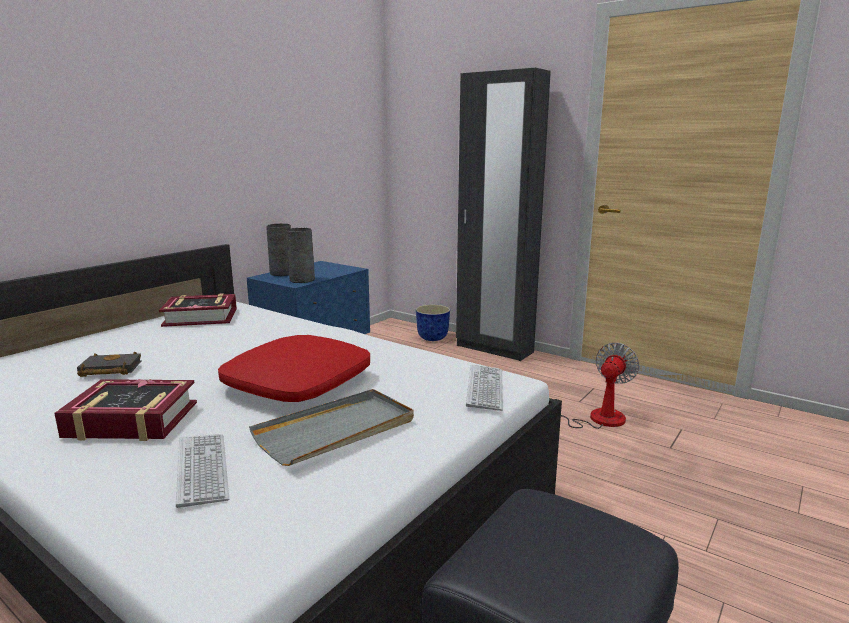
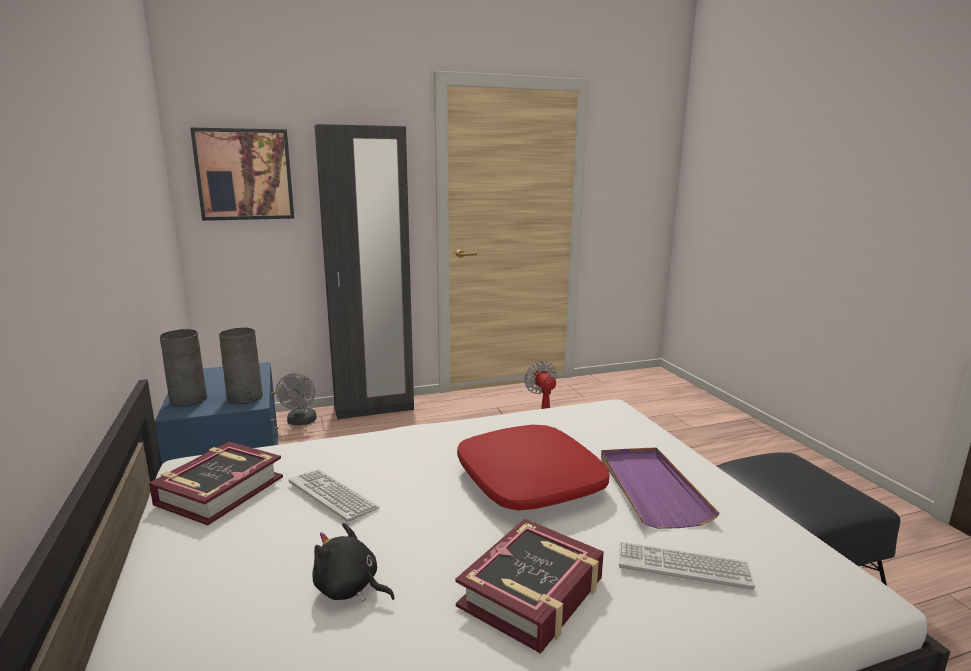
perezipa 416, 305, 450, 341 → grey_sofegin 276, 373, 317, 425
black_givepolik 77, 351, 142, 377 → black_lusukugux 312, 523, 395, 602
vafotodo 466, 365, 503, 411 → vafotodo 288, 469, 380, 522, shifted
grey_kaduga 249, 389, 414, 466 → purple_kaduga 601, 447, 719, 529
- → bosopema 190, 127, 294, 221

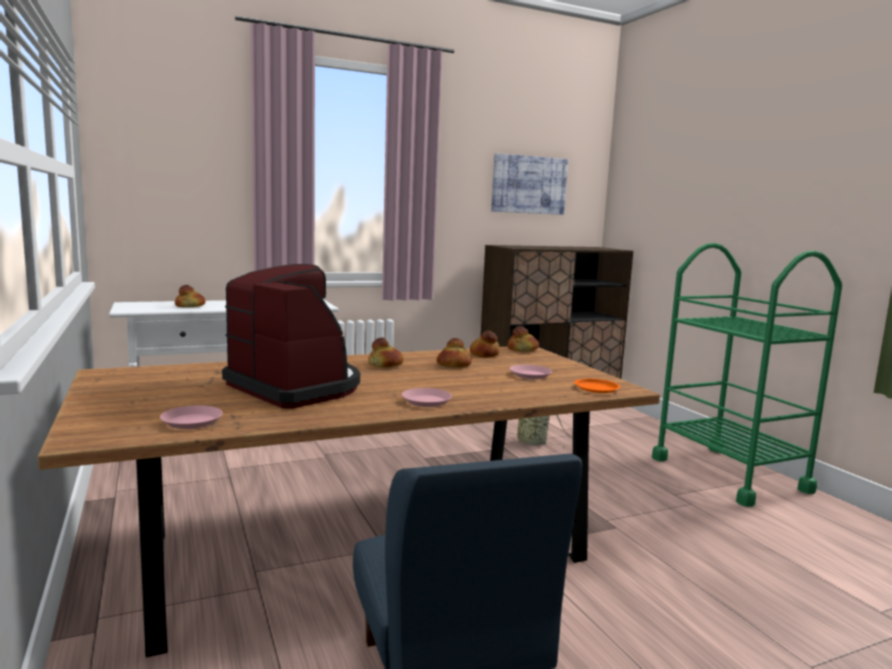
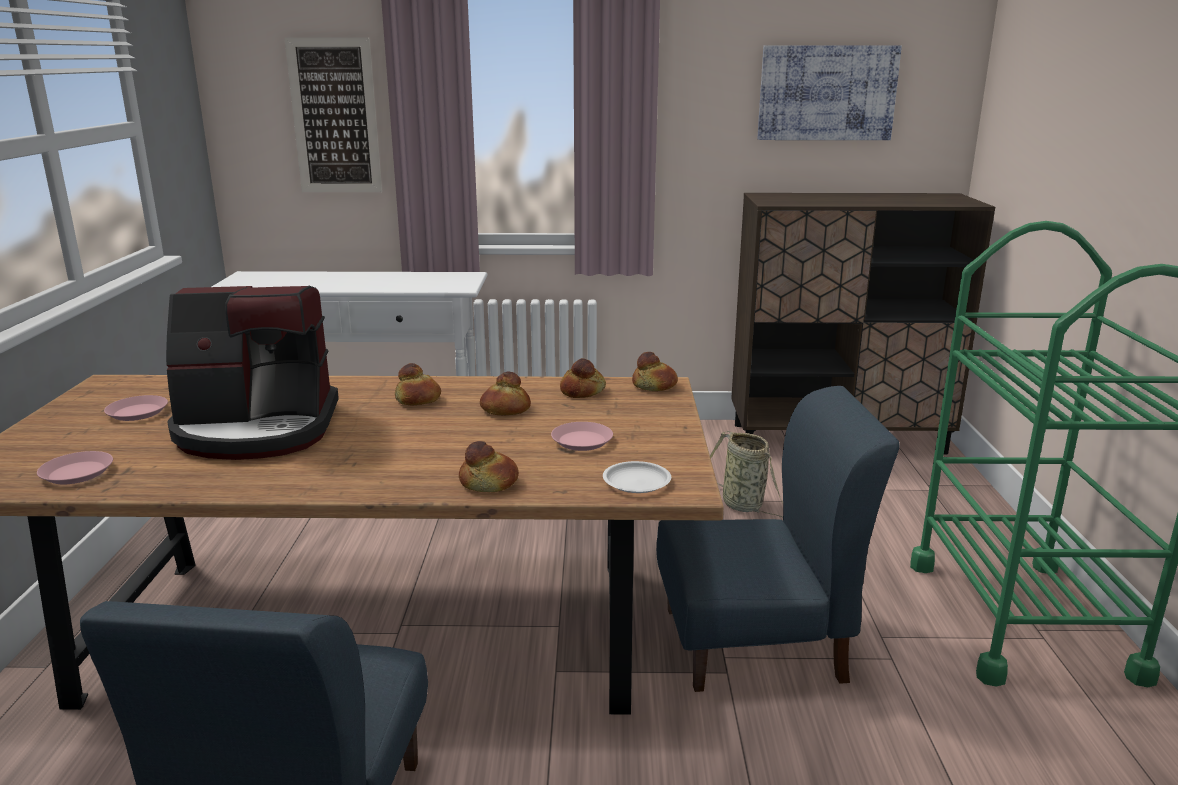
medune 222, 264, 360, 409 → medune 166, 286, 339, 460, 105 degrees clockwise
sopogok 175, 285, 206, 307 → sopogok 459, 441, 519, 492, shifted
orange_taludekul 574, 379, 620, 393 → white_taludekul 603, 461, 671, 493
pink_taludekul 402, 388, 452, 407 → pink_taludekul 104, 395, 168, 421, shifted
- → bosopema 284, 37, 382, 192
- → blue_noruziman 656, 386, 899, 692

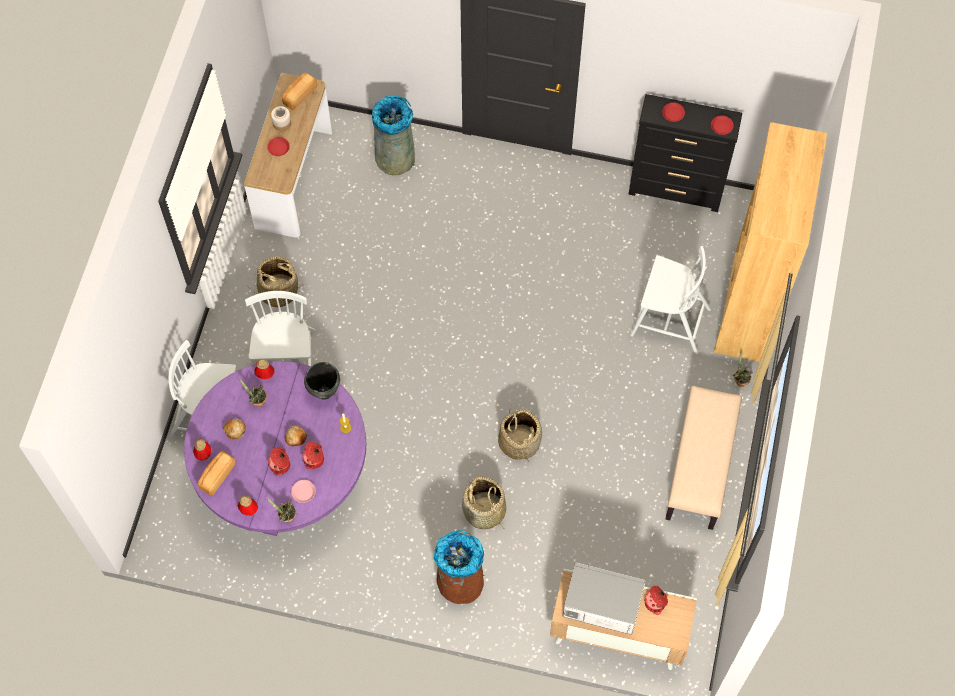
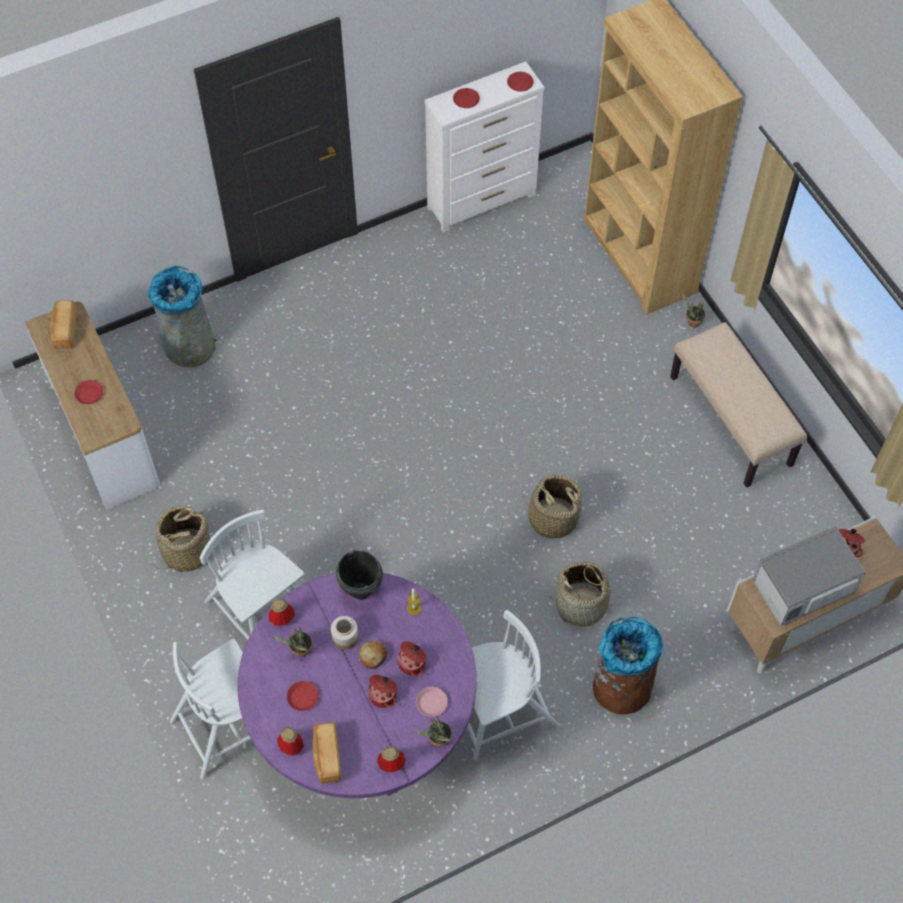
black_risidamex 629, 94, 742, 212 → white_risidamex 424, 61, 544, 233
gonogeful 271, 106, 291, 131 → gonogeful 331, 616, 359, 650, shifted
white_noruziman 630, 246, 711, 354 → white_noruziman 467, 610, 560, 761, shifted
sopogok 223, 419, 246, 440 → red_taludekul 287, 681, 319, 711

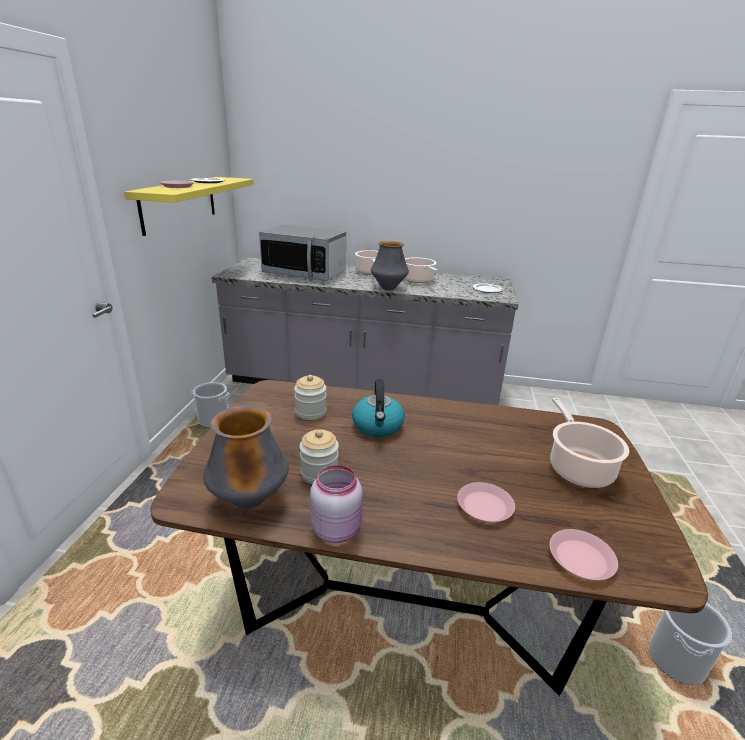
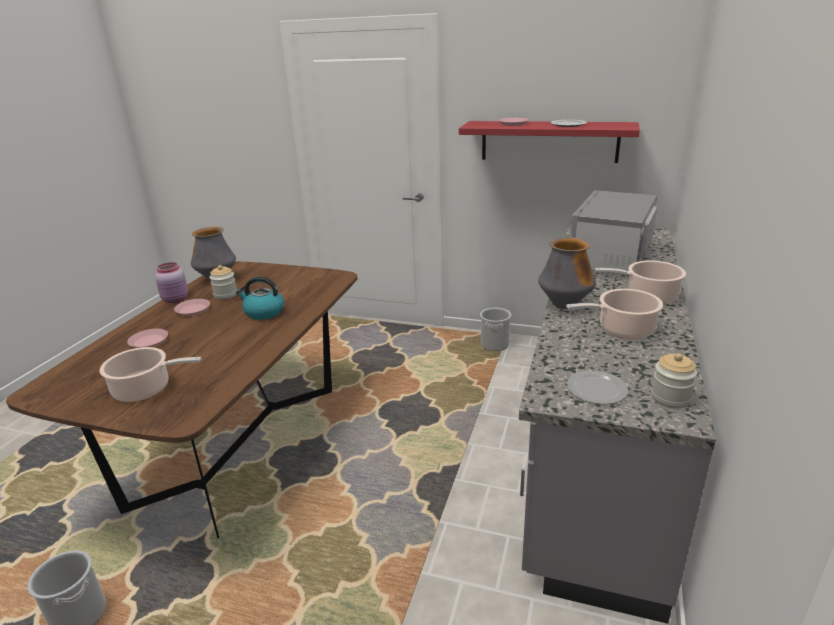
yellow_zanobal 124, 177, 254, 236 → red_zanobal 459, 121, 640, 163
gonogeful 294, 375, 327, 420 → gonogeful 651, 353, 697, 409, shifted
pink_taludekul 549, 529, 618, 580 → pink_taludekul 174, 299, 210, 316, shifted

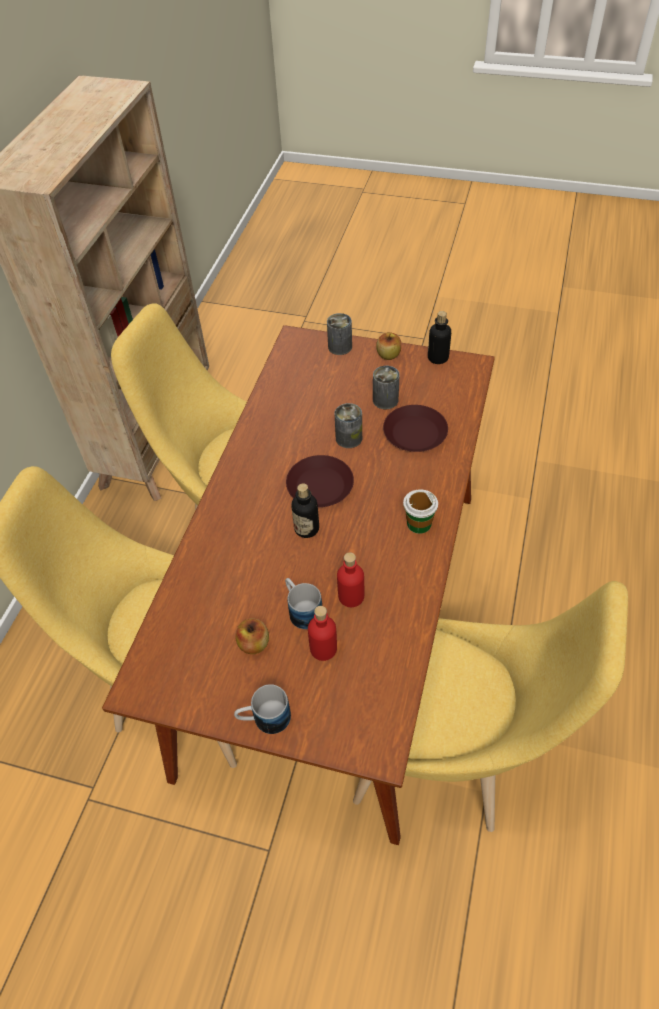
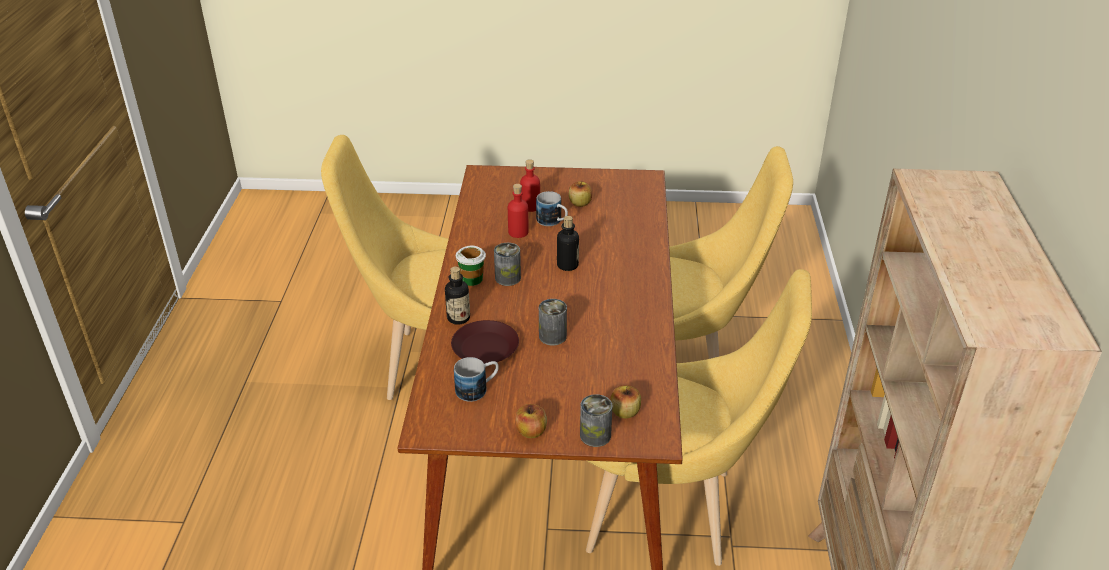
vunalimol 428, 311, 451, 364 → vunalimol 445, 266, 470, 325, shifted
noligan 373, 366, 400, 409 → noligan 494, 243, 521, 286, shifted
brown_taludekul 286, 455, 354, 507 → -
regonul 234, 684, 291, 734 → regonul 454, 357, 499, 402, shifted
- → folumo 610, 385, 641, 419

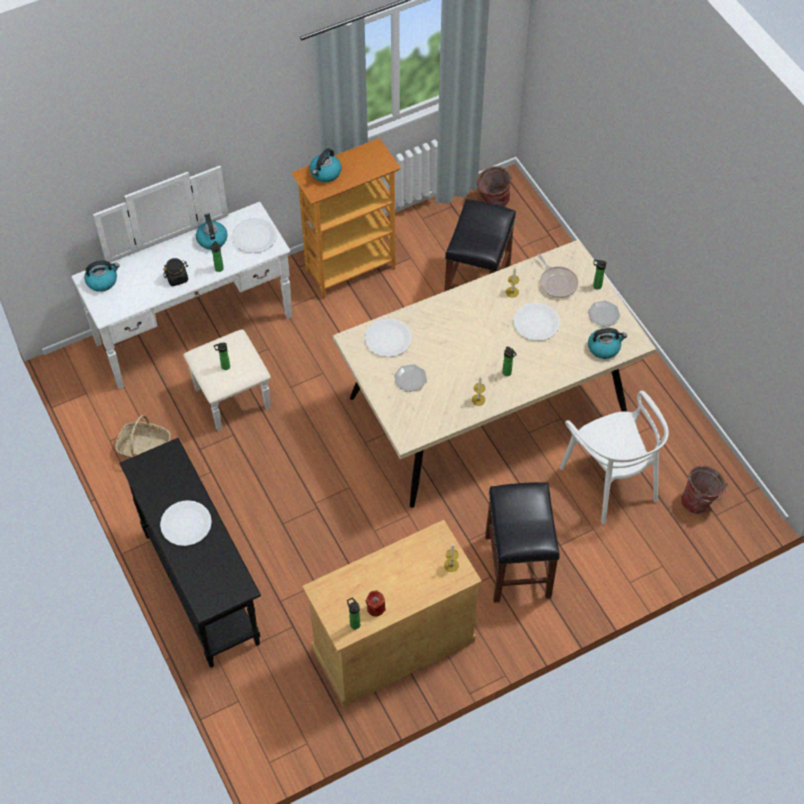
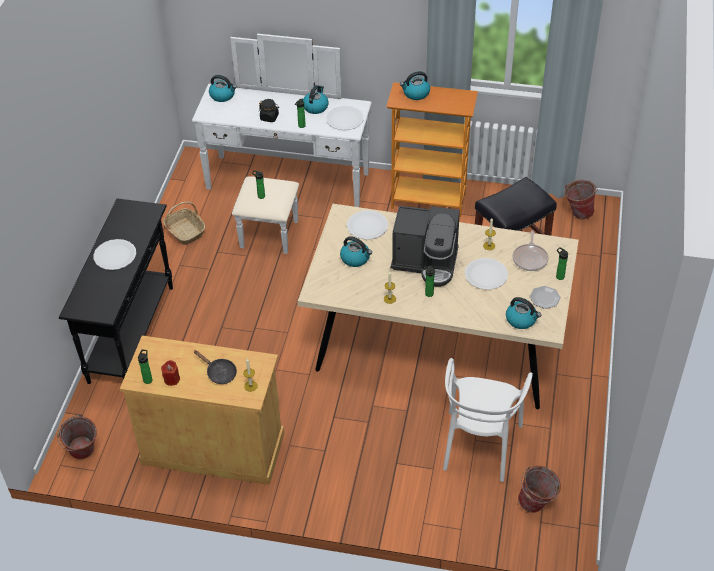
taludekul 394, 364, 427, 392 → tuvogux 340, 236, 372, 267
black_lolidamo 485, 482, 560, 603 → -
- → medune 391, 206, 460, 287
- → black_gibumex 194, 350, 237, 384
- → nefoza 57, 414, 97, 459

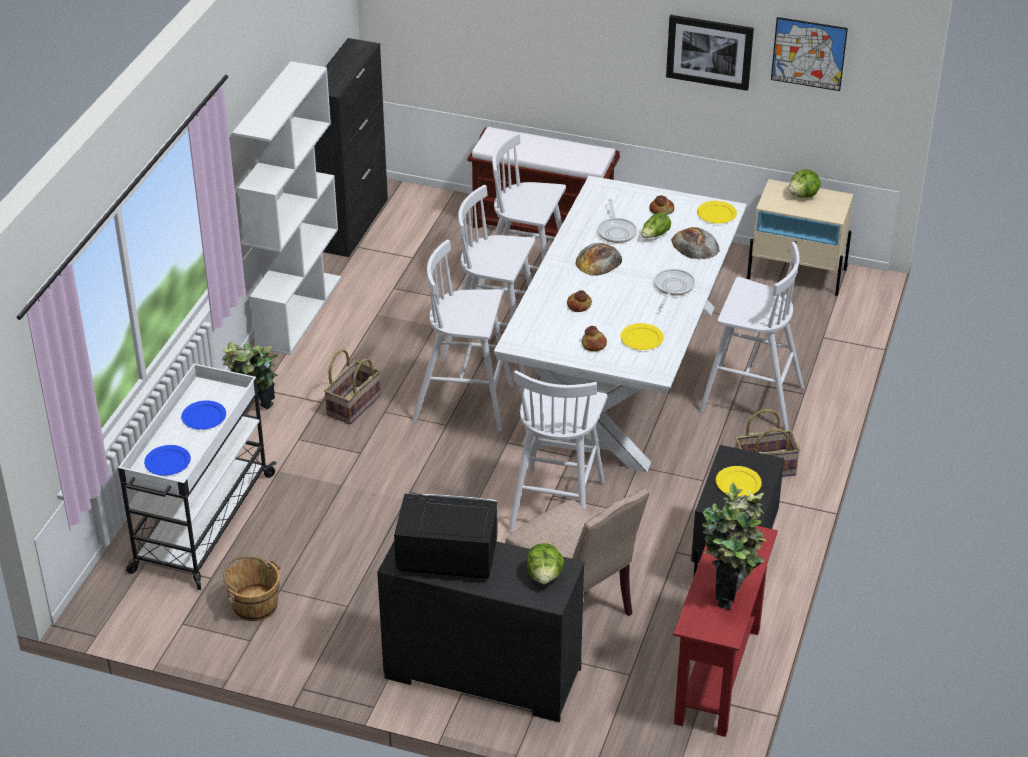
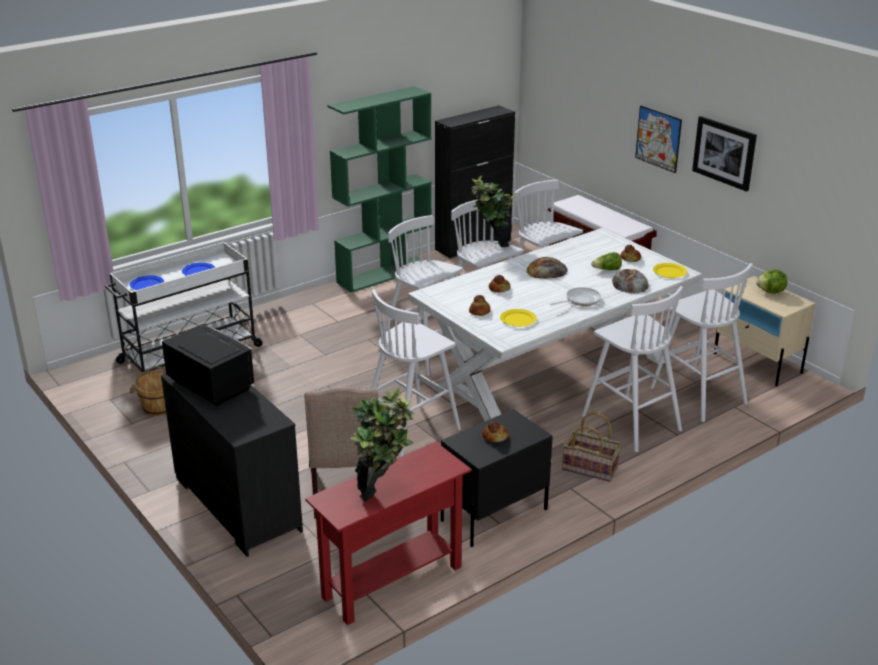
bosopema 771, 17, 848, 91 → bosopema 635, 106, 682, 173, shifted
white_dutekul 232, 61, 341, 355 → green_dutekul 327, 86, 432, 293
gibumex 598, 199, 637, 243 → -
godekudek 220, 342, 278, 410 → godekudek 471, 176, 516, 247, shifted
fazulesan 324, 349, 381, 425 → -
yellow_taludekul 716, 466, 762, 497 → sopogok 482, 421, 508, 442
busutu 527, 543, 564, 584 → -
- → white_lolidamo 650, 263, 753, 422

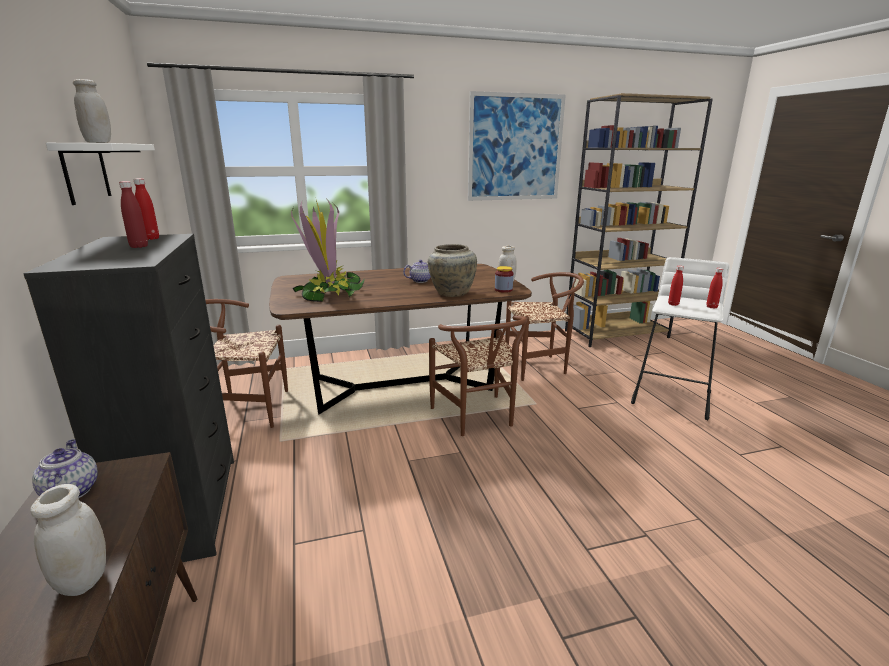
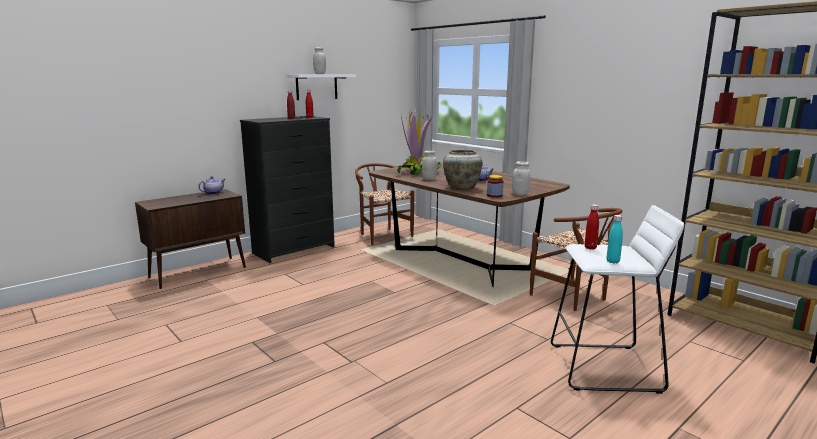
bosopema 468, 91, 566, 201 → -
red_vunalimol 706, 268, 723, 309 → turquoise_vunalimol 607, 215, 623, 264
brown_noruziman 429, 315, 527, 436 → -
white_gonogeful 30, 484, 106, 596 → white_gonogeful 422, 150, 437, 180, shifted

